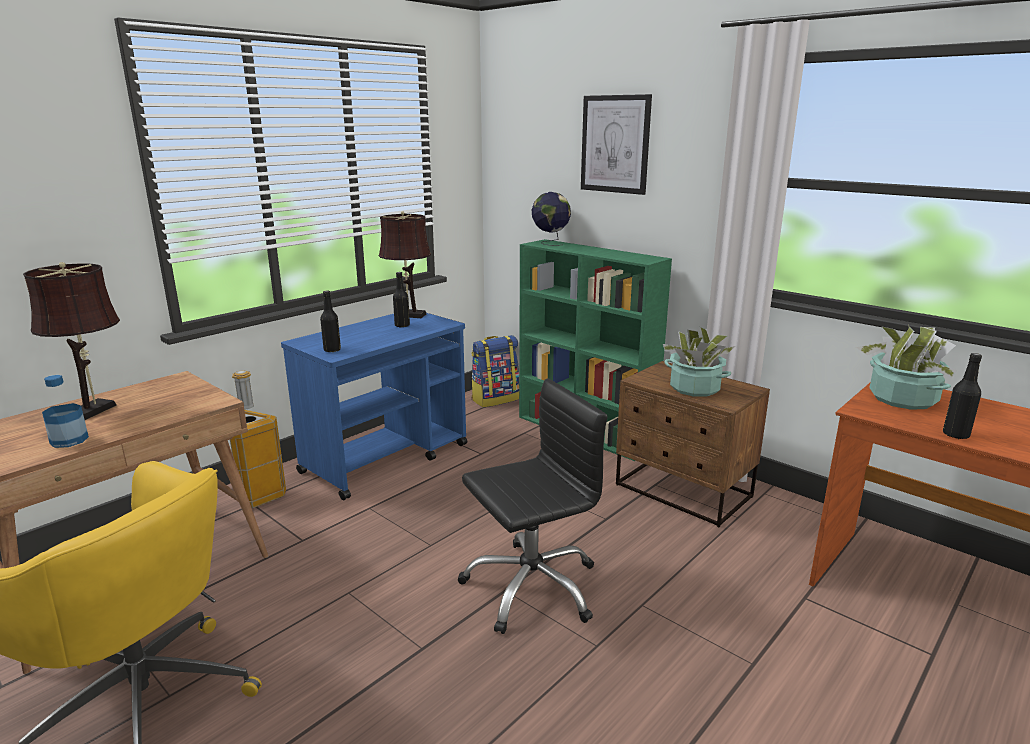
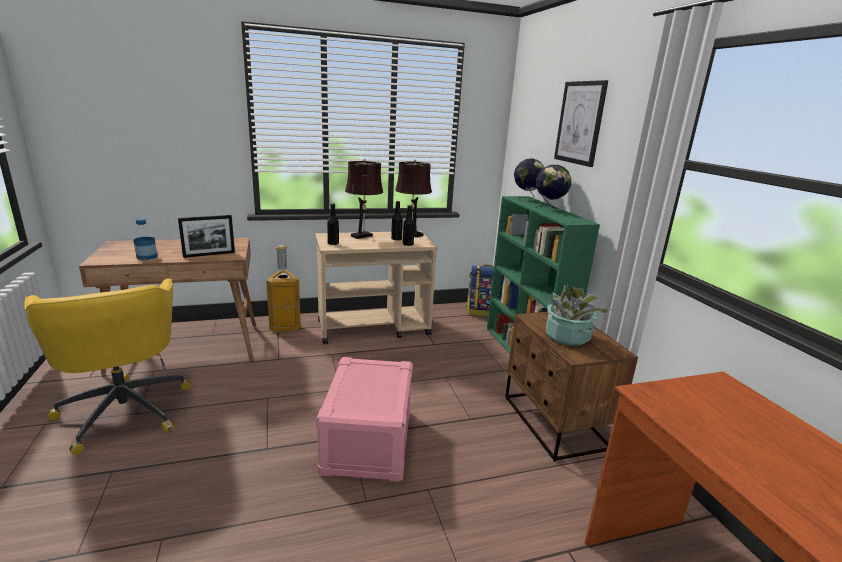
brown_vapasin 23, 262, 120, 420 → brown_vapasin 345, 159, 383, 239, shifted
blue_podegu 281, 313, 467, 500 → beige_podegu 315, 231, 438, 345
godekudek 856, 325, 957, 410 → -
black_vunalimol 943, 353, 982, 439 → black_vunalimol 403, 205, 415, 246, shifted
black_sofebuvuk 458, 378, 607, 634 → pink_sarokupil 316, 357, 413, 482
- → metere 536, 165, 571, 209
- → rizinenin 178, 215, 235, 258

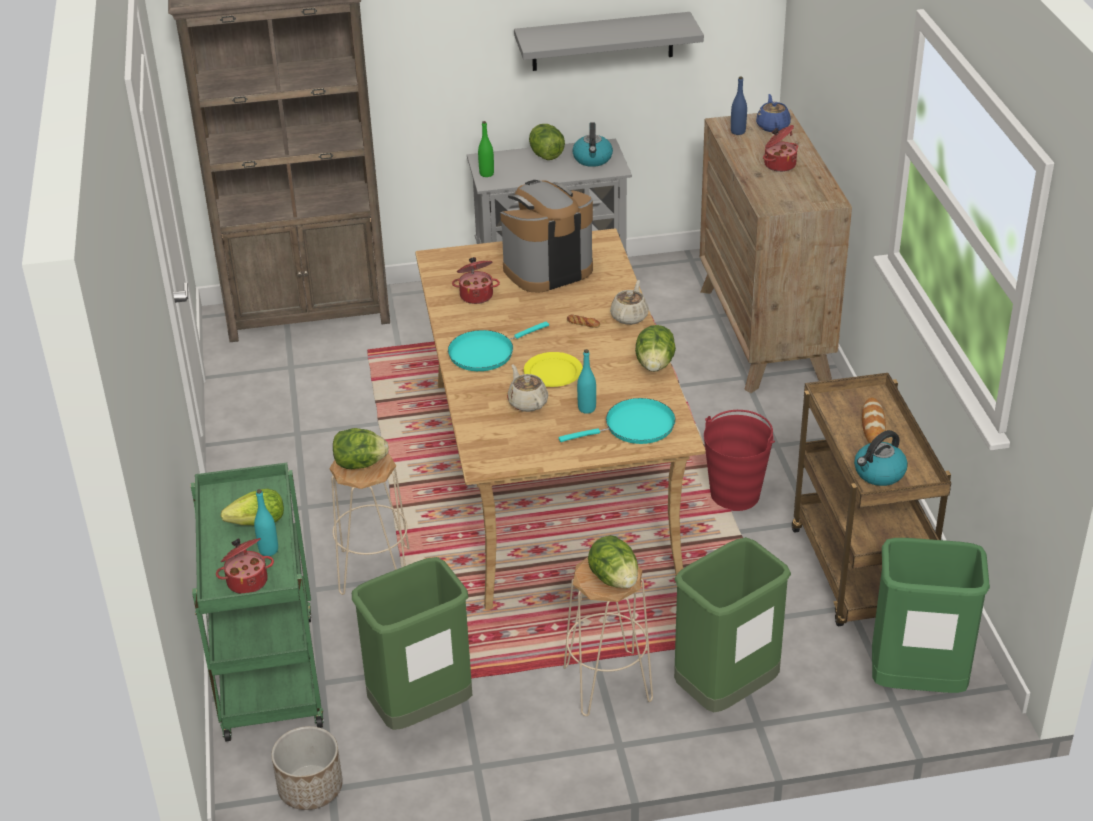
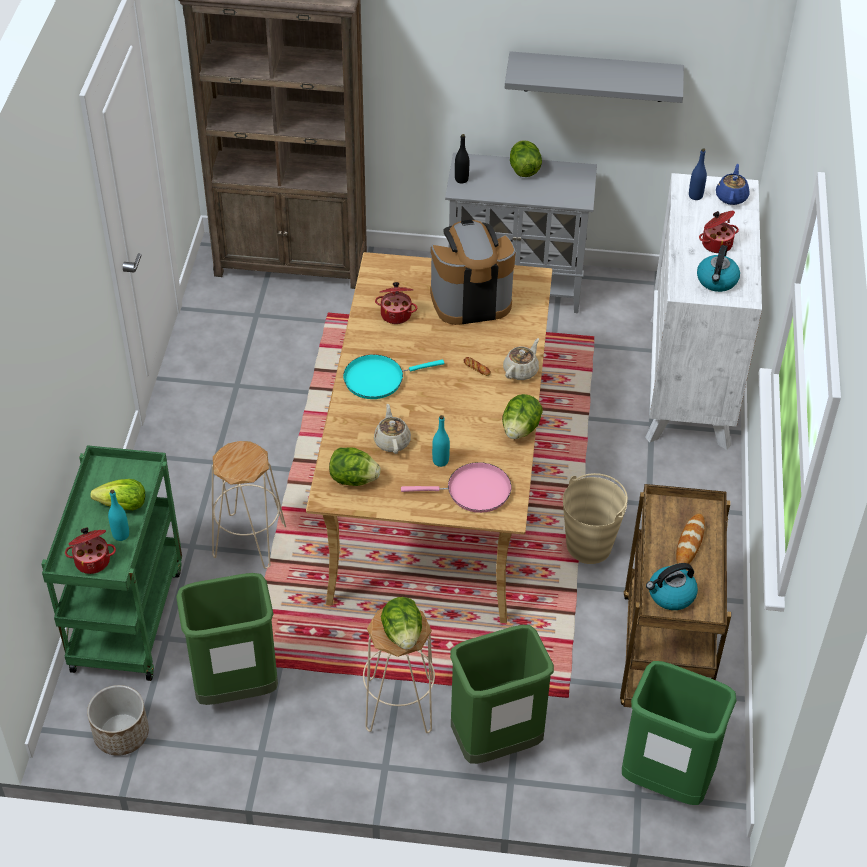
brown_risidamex 700, 109, 852, 393 → white_risidamex 645, 173, 762, 450
green_vunalimol 478, 121, 494, 177 → black_vunalimol 455, 134, 469, 183
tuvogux 572, 122, 613, 167 → tuvogux 697, 245, 740, 292, shifted
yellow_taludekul 524, 352, 583, 387 → -
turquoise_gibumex 559, 398, 675, 444 → pink_gibumex 401, 462, 511, 513
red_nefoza 704, 410, 775, 511 → beige_nefoza 563, 473, 628, 564
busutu 333, 428, 389, 469 → busutu 329, 447, 381, 486, shifted

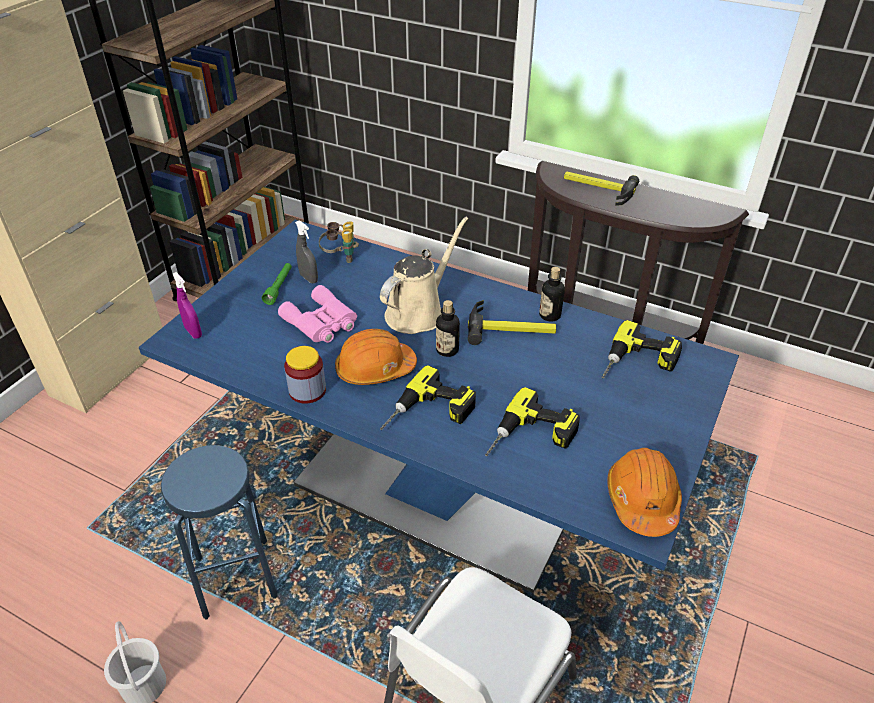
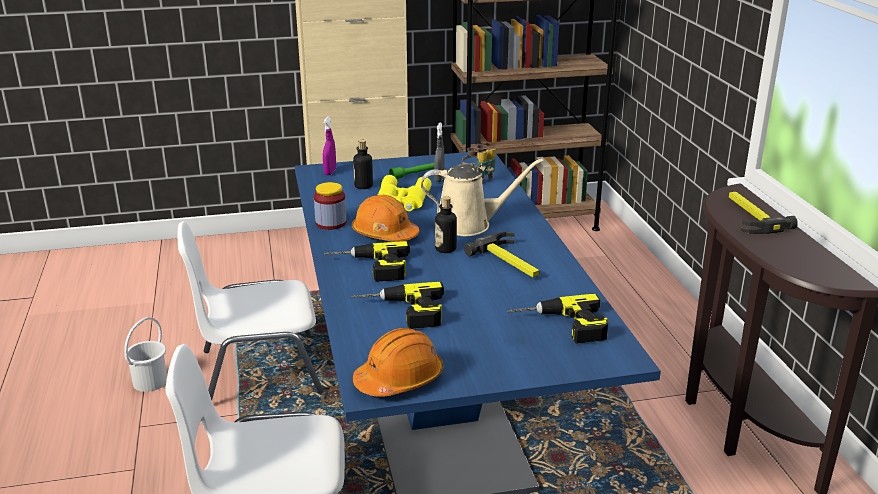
vunalimol 539, 267, 565, 322 → vunalimol 353, 140, 373, 189, shifted
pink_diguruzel 278, 285, 357, 343 → yellow_diguruzel 378, 175, 431, 211
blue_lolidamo 161, 445, 278, 620 → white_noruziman 177, 221, 324, 400

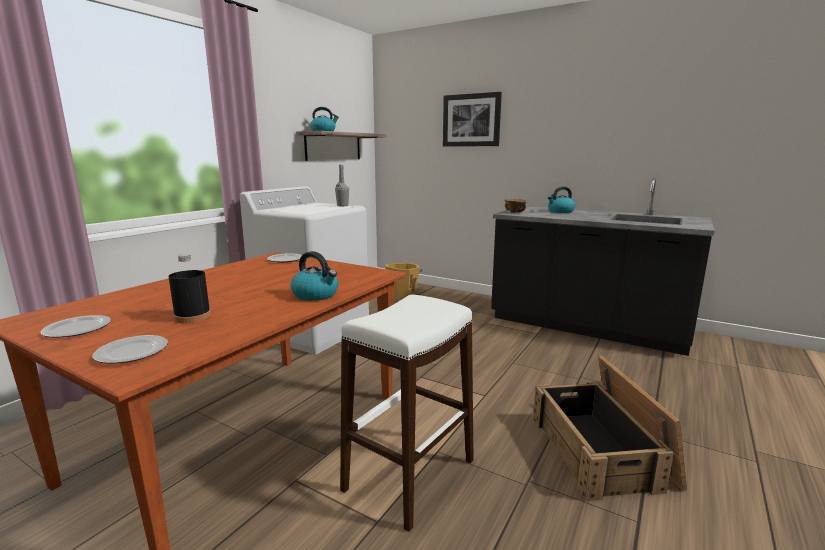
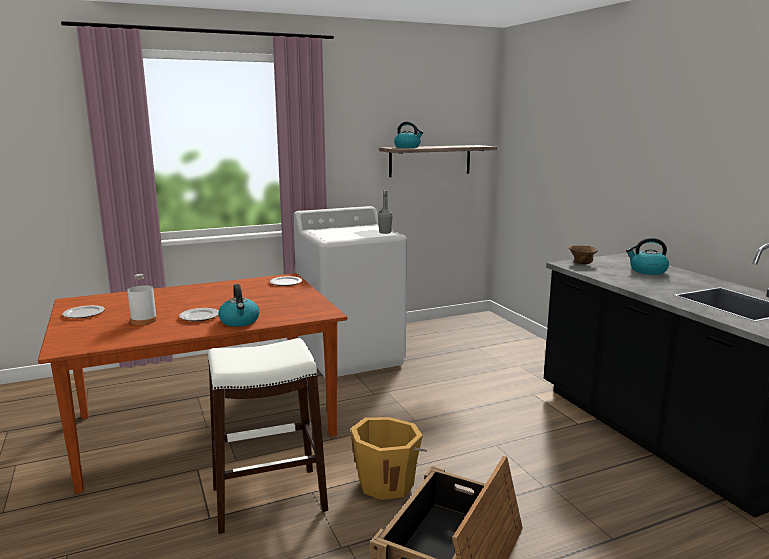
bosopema 443, 92, 502, 147 → -
black_vunalimol 168, 254, 211, 324 → white_vunalimol 127, 274, 157, 325
orange_nefoza 385, 263, 422, 298 → orange_nefoza 351, 417, 427, 500, shifted
taludekul 92, 335, 168, 363 → taludekul 179, 308, 219, 322, shifted

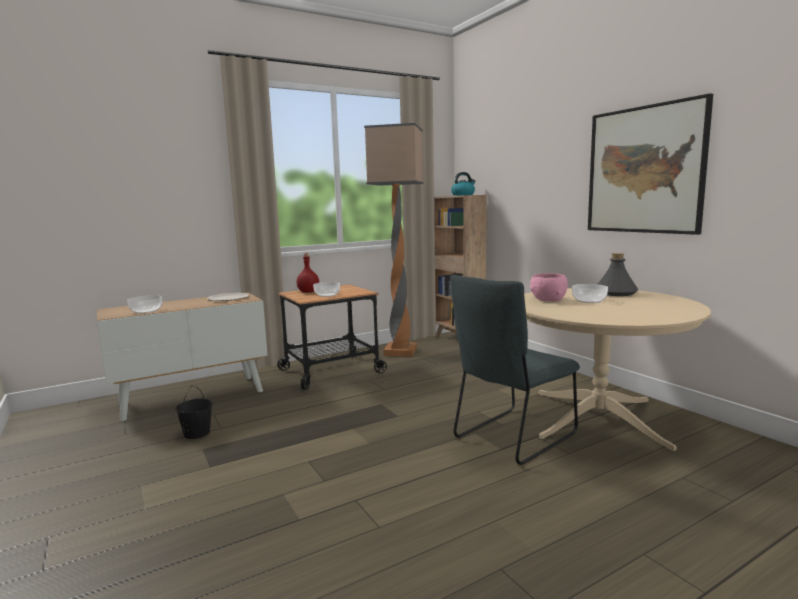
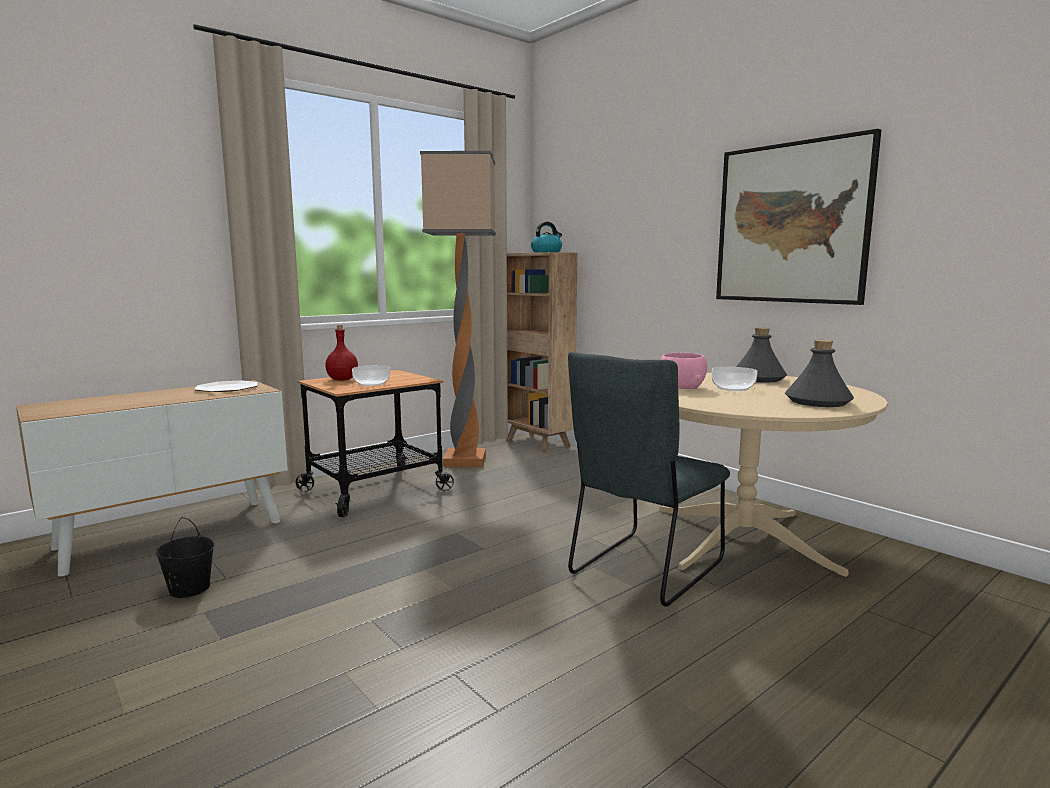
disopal 127, 295, 162, 314 → -
- → grey_vunalimol 785, 340, 854, 407

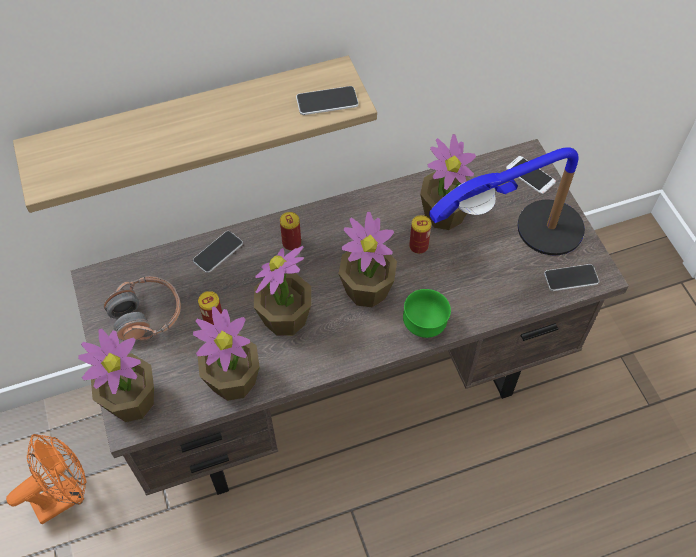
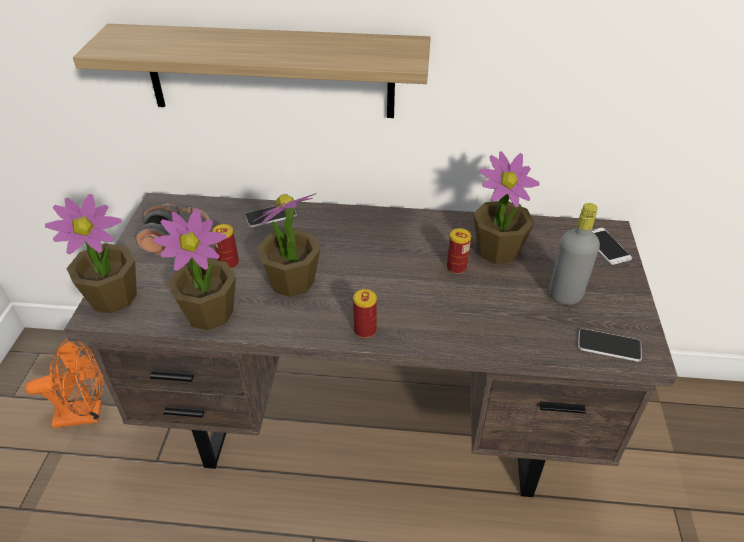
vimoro 296, 86, 359, 115 → -
vapasin 429, 147, 585, 255 → grey_vunalimol 549, 203, 600, 305
godekudek 339, 211, 397, 308 → -
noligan 280, 212, 301, 251 → noligan 353, 289, 377, 338, shifted
green_disopal 403, 289, 451, 338 → -

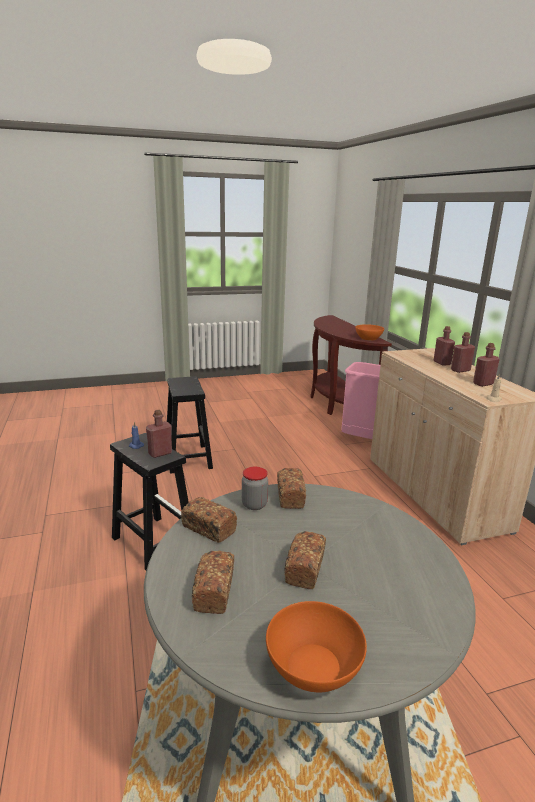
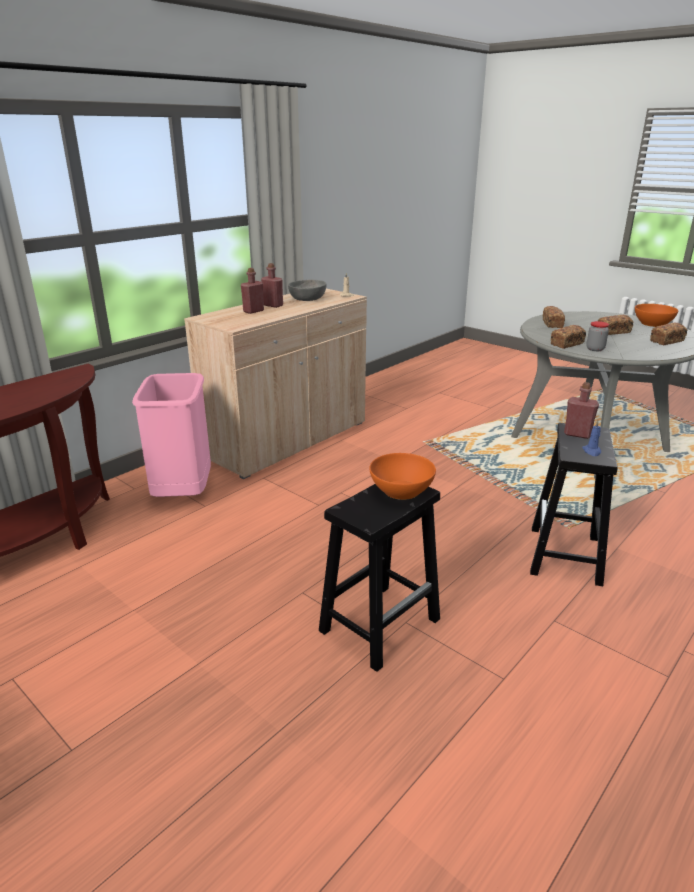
orange_disopal 355, 324, 384, 341 → orange_disopal 369, 453, 436, 500, shifted
red_vunalimol 473, 343, 500, 387 → grey_disopal 288, 279, 326, 301
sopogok 181, 497, 237, 543 → sopogok 543, 306, 565, 328, shifted

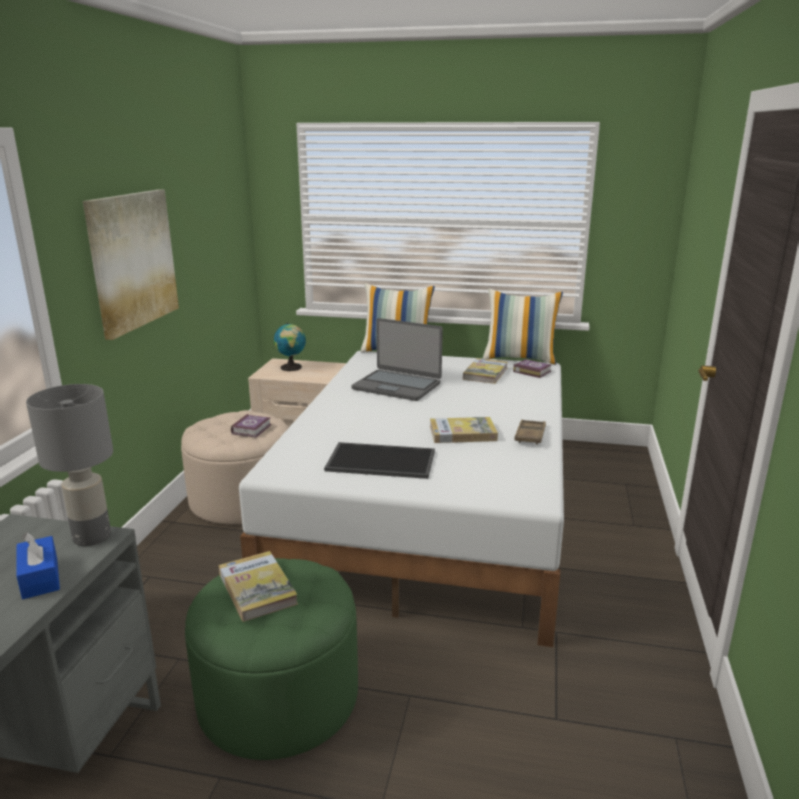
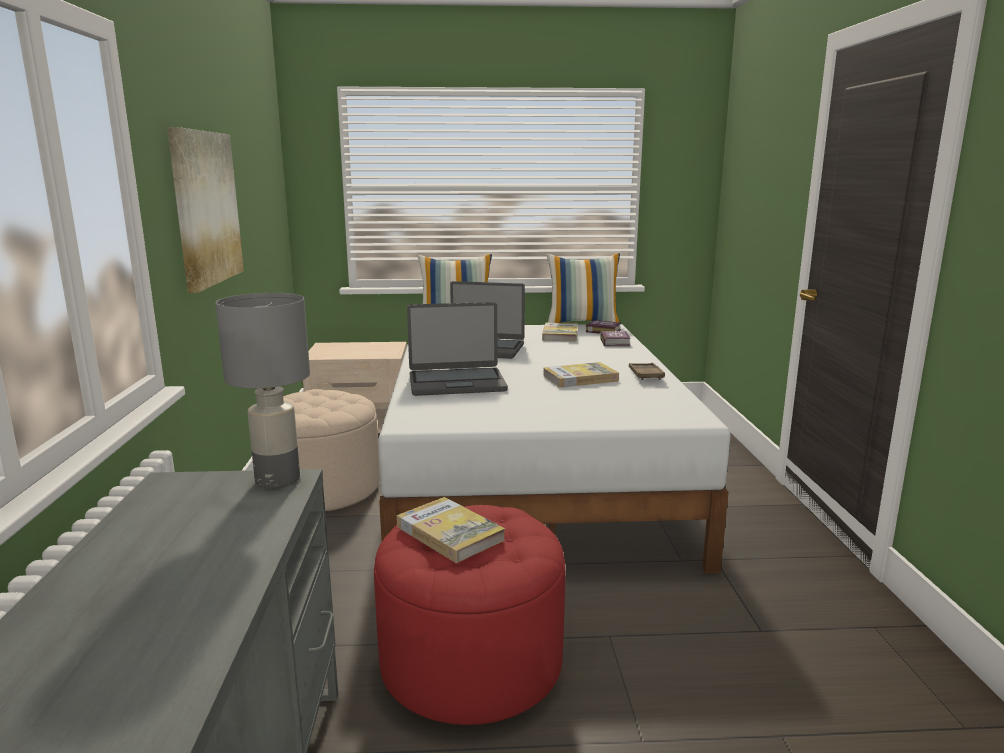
metere 274, 323, 306, 371 → -
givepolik 231, 414, 271, 438 → givepolik 600, 331, 630, 347, shifted
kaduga 324, 442, 435, 479 → -
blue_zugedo 16, 532, 60, 599 → -
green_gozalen 185, 558, 358, 760 → red_gozalen 374, 505, 565, 725
- → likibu 407, 302, 508, 396

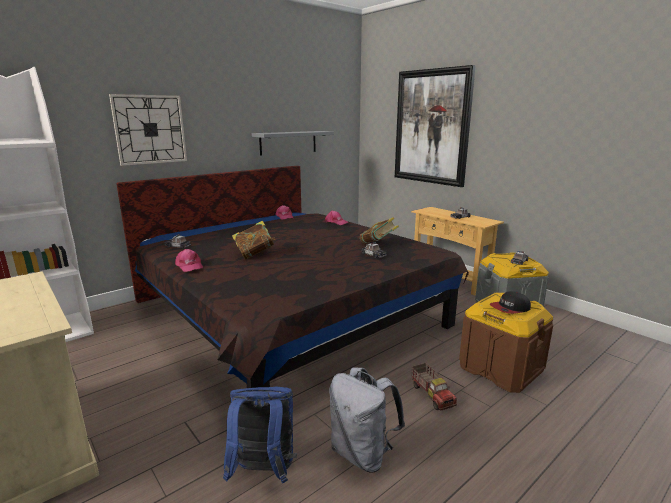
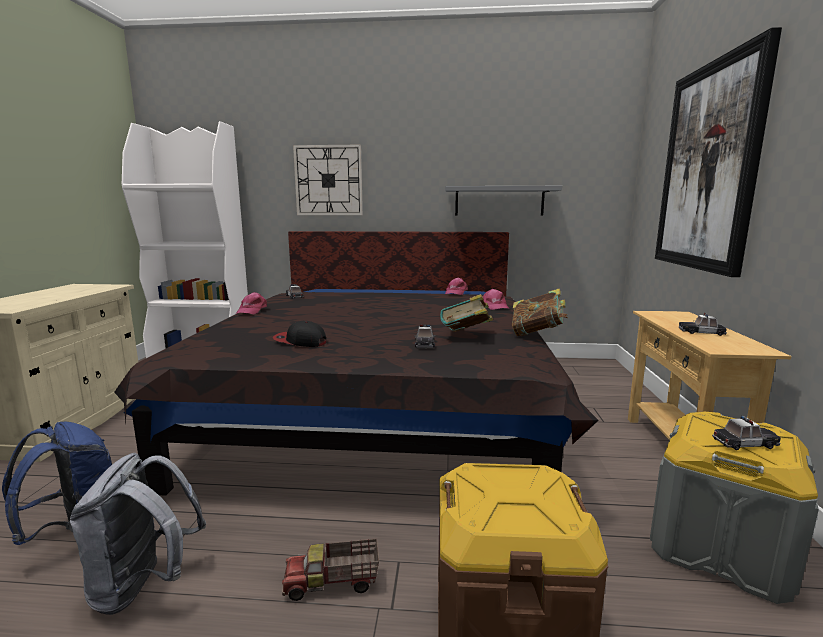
givepolik 232, 221, 276, 259 → givepolik 512, 289, 568, 336, shifted
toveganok 490, 291, 531, 314 → toveganok 273, 321, 326, 347, shifted
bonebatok 411, 363, 457, 410 → bonebatok 282, 539, 379, 601, 60 degrees clockwise

